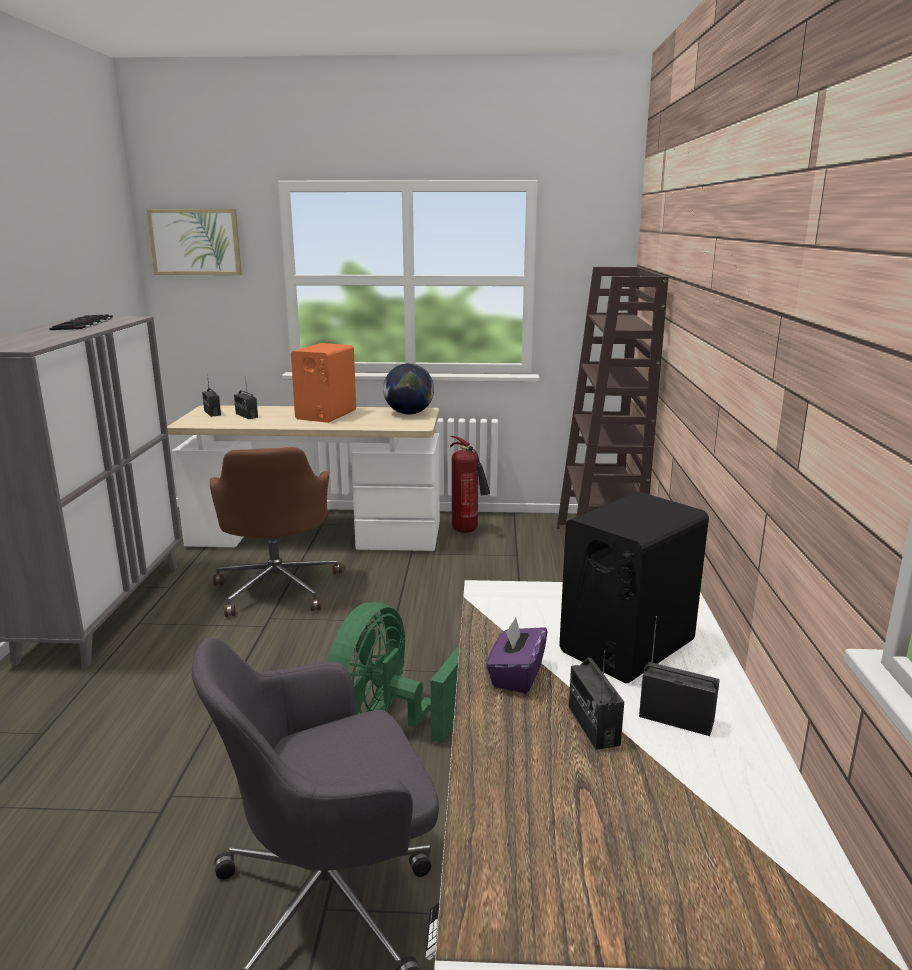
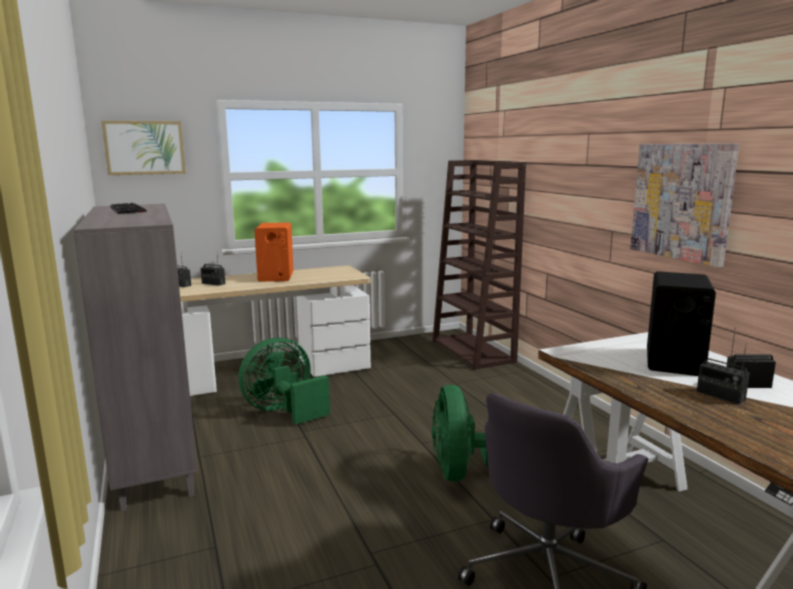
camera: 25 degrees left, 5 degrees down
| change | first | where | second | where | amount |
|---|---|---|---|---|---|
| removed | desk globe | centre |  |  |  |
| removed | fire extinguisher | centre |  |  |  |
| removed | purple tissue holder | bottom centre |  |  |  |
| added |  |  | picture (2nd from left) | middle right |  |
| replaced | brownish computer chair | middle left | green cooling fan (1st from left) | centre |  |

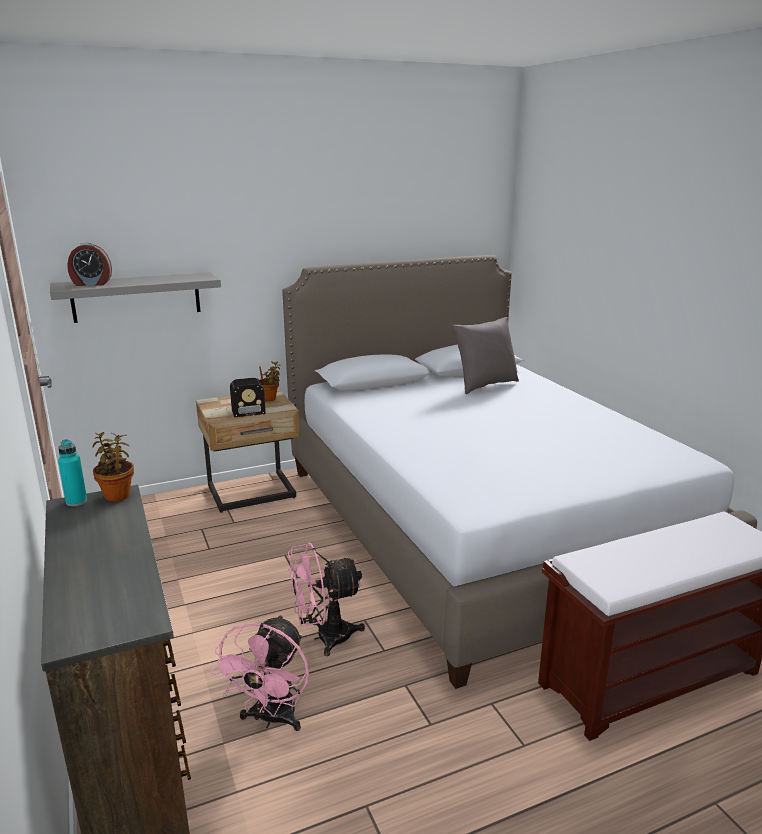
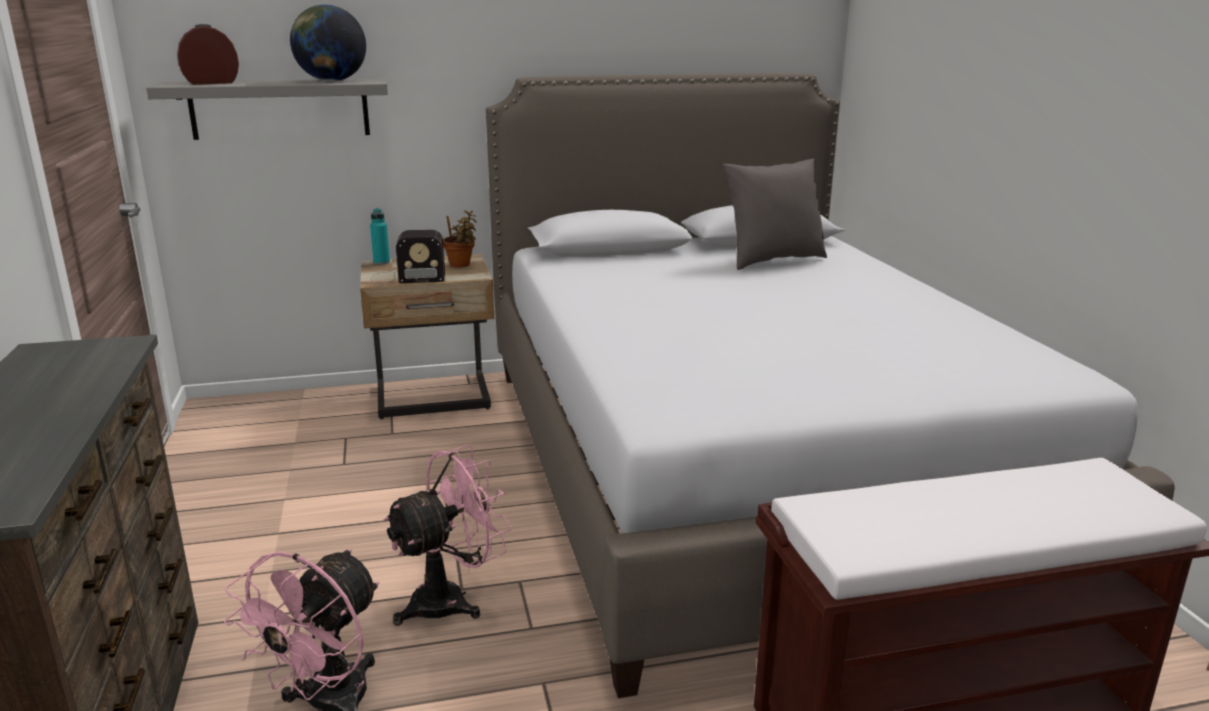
camera: 10 degrees right, 0 degrees up
| change | first | where | second | where | amount |
|---|---|---|---|---|---|
| removed | houseplant (1st from left) | middle left |  |  |  |
| added |  |  | desk globe | top left |  |
| moved | turquoise bottle | middle left |  | top left |  |
| turned | alarm clock | top left |  | top left | 150 degrees clockwise |
| turned | pink cooling fan (2nd from left) | bottom centre |  | bottom centre | 150 degrees clockwise |

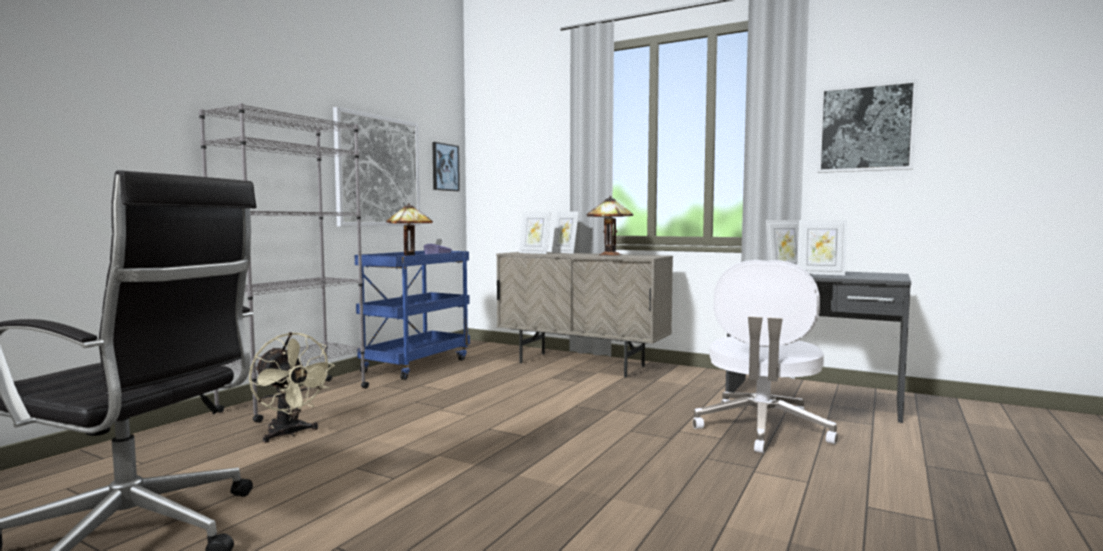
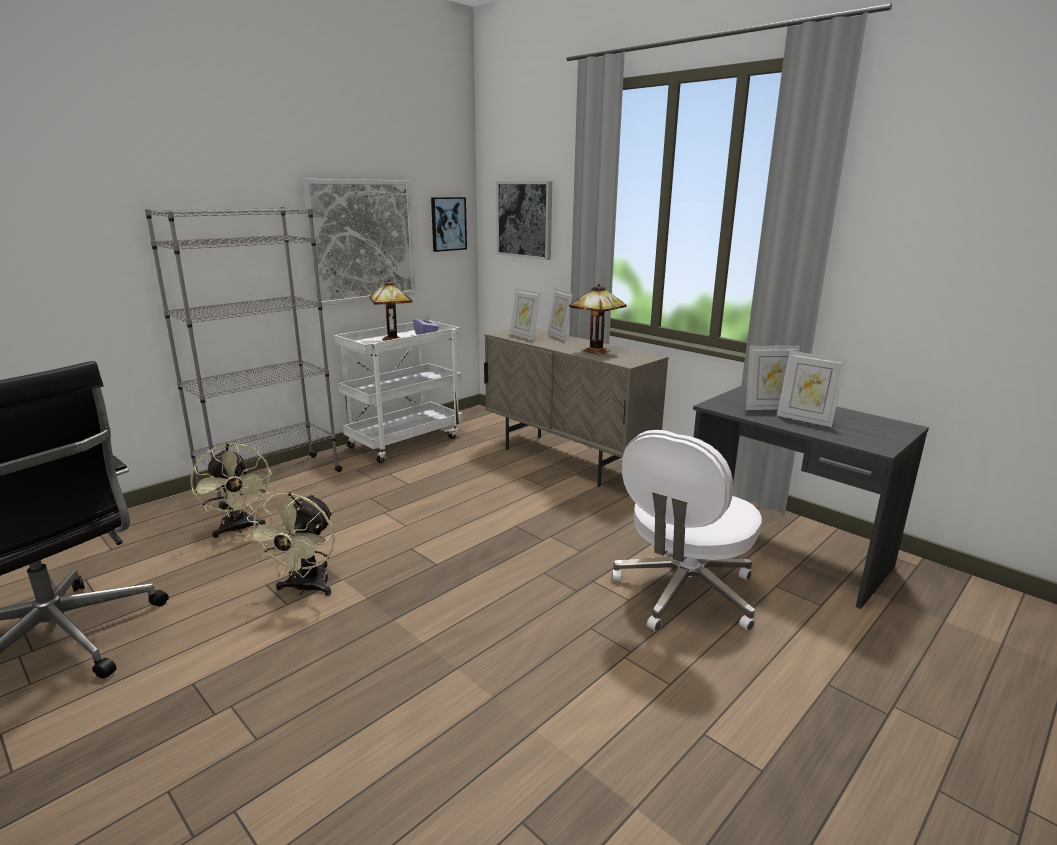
camera: 15 degrees right, 15 degrees up
| change | first | where | second | where | amount |
|---|---|---|---|---|---|
| added |  |  | beige cooling fan (2nd from left) | middle left |  |
| moved | picture (3rd from left) | top right |  | top centre |  |
| recoloured | blue wheeled cart | centre | white-coloured wheeled cart | centre |  |

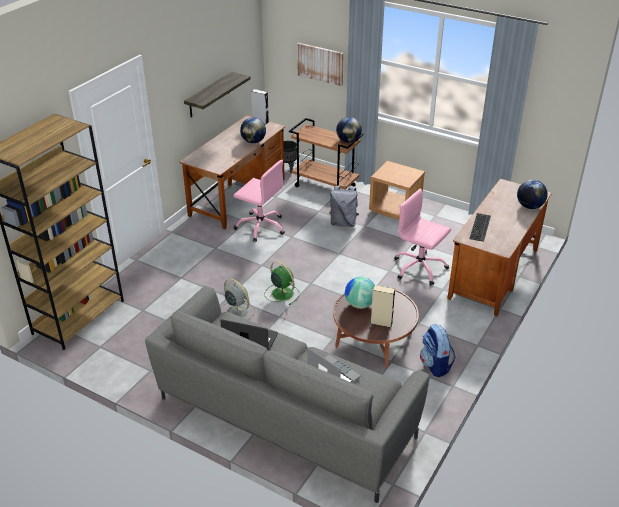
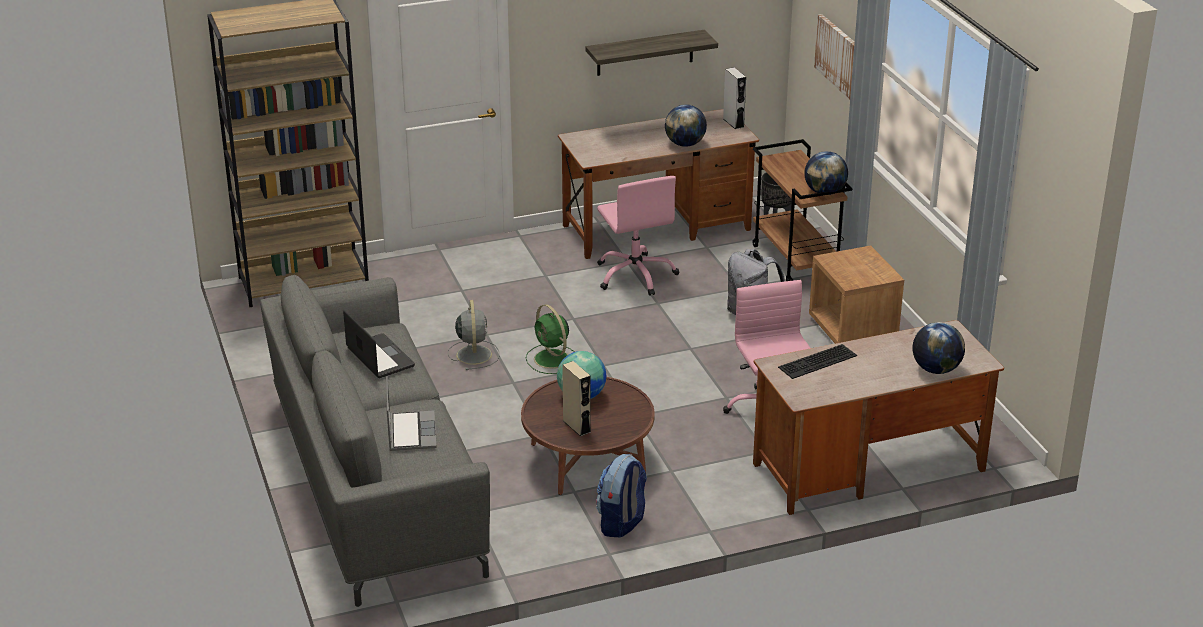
camera: 40 degrees right, 5 degrees down
| change | first | where | second | where | amount |
|---|---|---|---|---|---|
| turned | green cooling fan | centre |  | centre | 150 degrees clockwise |

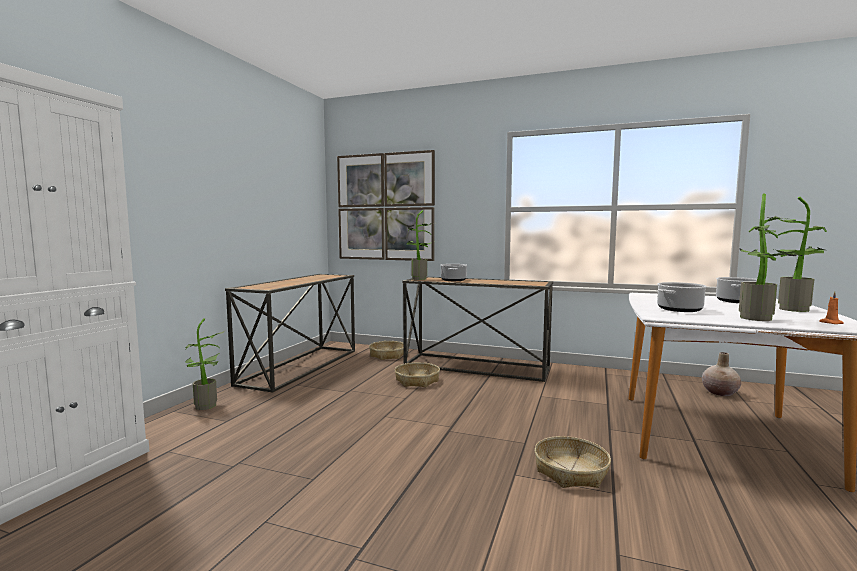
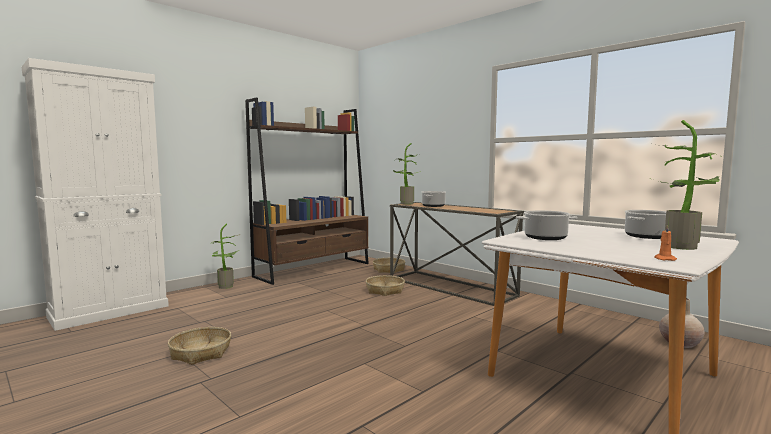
camera: 25 degrees right, 0 degrees up
| change | first | where | second | where | amount |
|---|---|---|---|---|---|
| removed | picture | centre |  |  |  |
| removed | houseplant (3rd from left) | middle right |  |  |  |
| moved | household basket (3rd from left in the first image) | bottom right | household basket (1st from left) | bottom left |  |
| replaced | hall table (1st from left) | centre | brownish bookcase | centre |  |

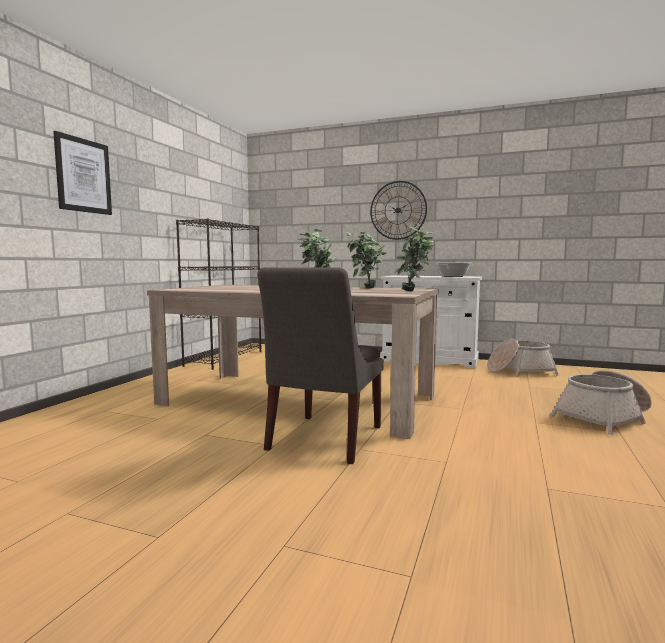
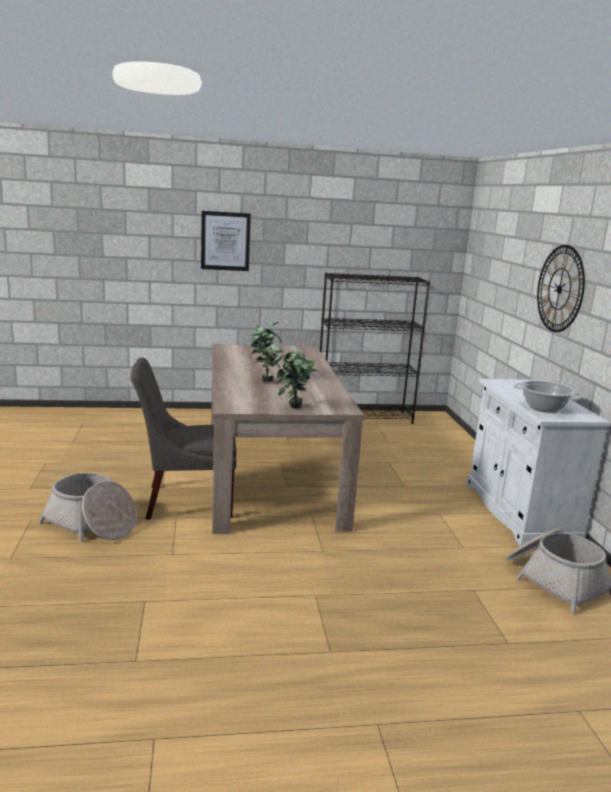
camera: 60 degrees right, 10 degrees up
| change | first | where | second | where | amount |
|---|---|---|---|---|---|
| removed | houseplant (2nd from left) | centre |  |  |  |
| moved | household basket (2nd from left in the first image) | middle right | household basket (1st from left) | middle left |  |

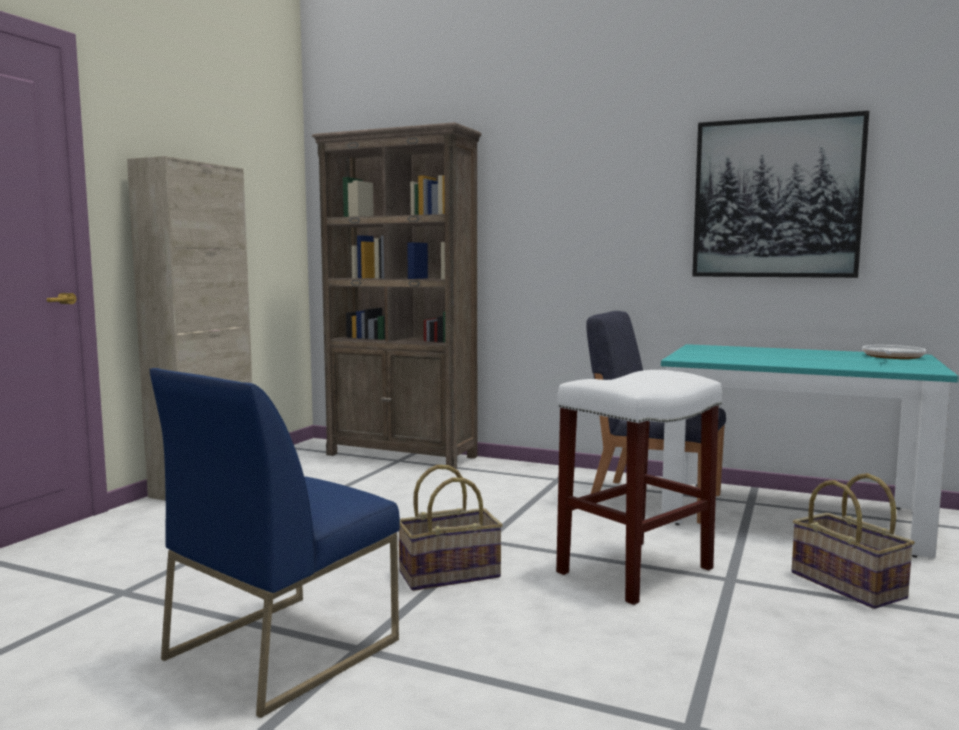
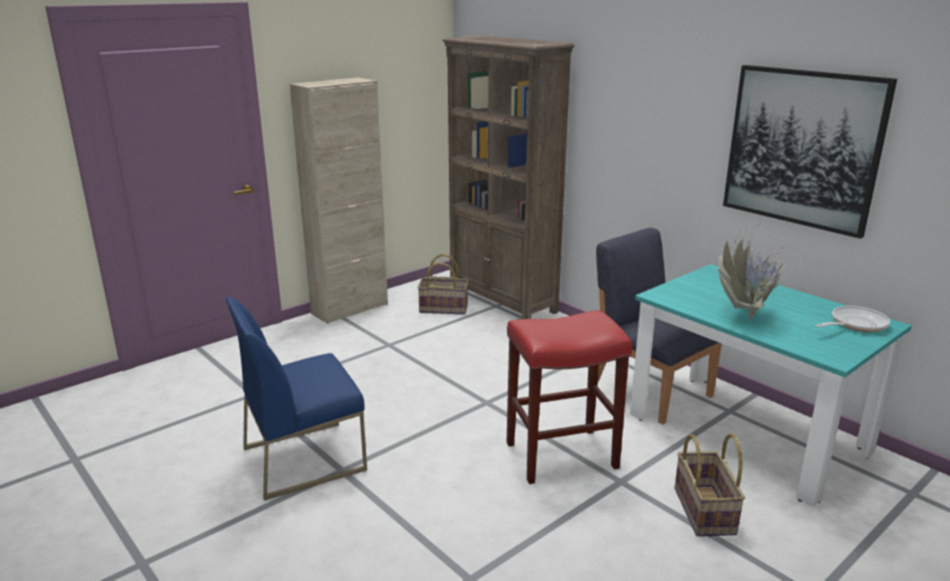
camera: 25 degrees right, 15 degrees up
| change | first | where | second | where | amount |
|---|---|---|---|---|---|
| added |  |  | houseplant | middle right |  |
| moved | household basket (1st from left) | bottom centre |  | centre |  |
| recoloured | white-coloured stool seat | bottom centre | red-coloured stool seat | bottom centre |  |

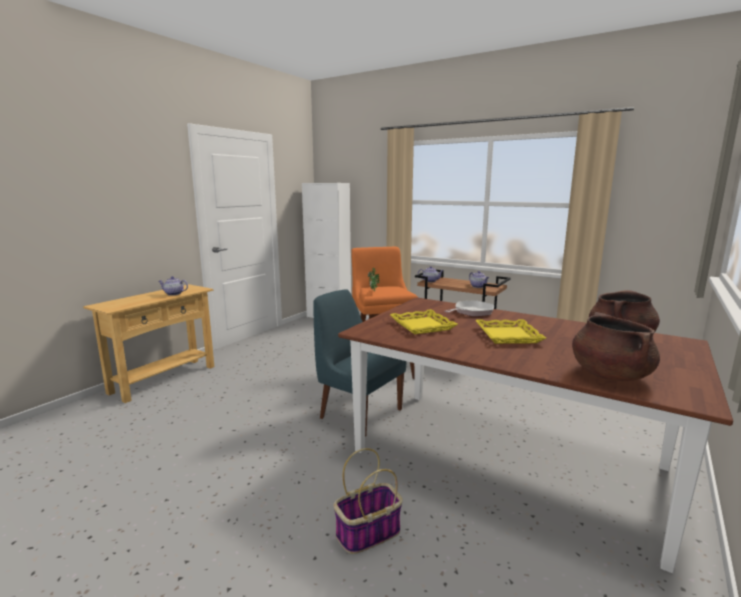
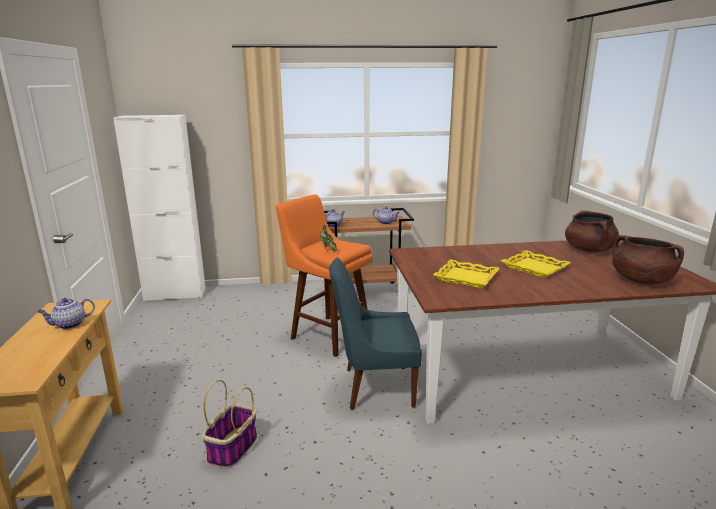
camera: 40 degrees left, 5 degrees up
| change | first | where | second | where | amount |
|---|---|---|---|---|---|
| removed | pan | centre |  |  |  |
| moved | household basket | bottom centre |  | bottom left |  |

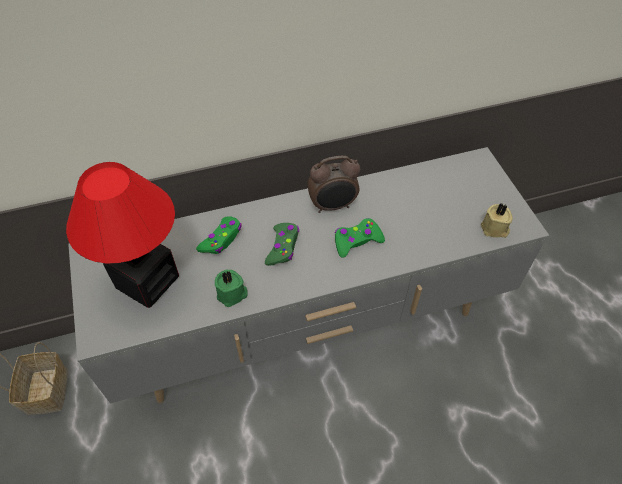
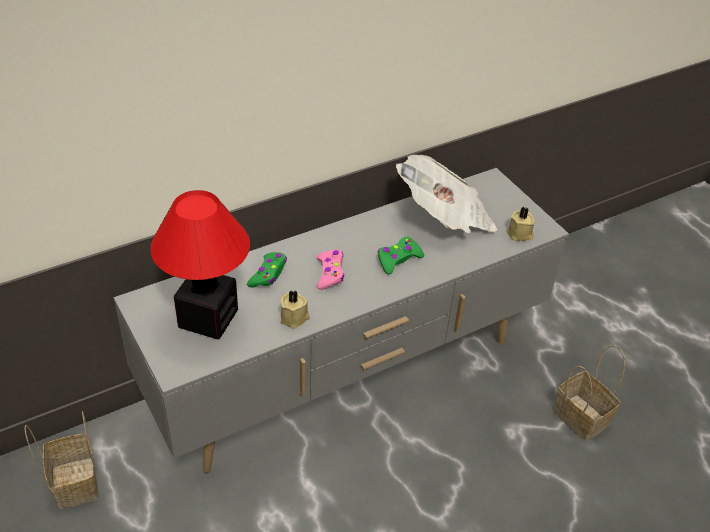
camera: 15 degrees left, 10 degrees down
| change | first | where | second | where | amount |
|---|---|---|---|---|---|
| removed | alarm clock | centre |  |  |  |
| added |  |  | newspaper | centre |  |
| added |  |  | household basket (2nd from left) | bottom right |  |
| recoloured | green wax light | centre | beige wax light (1st from left) | centre |  |
| recoloured | green game controller (2nd from left) | centre | pink game controller | centre |  |

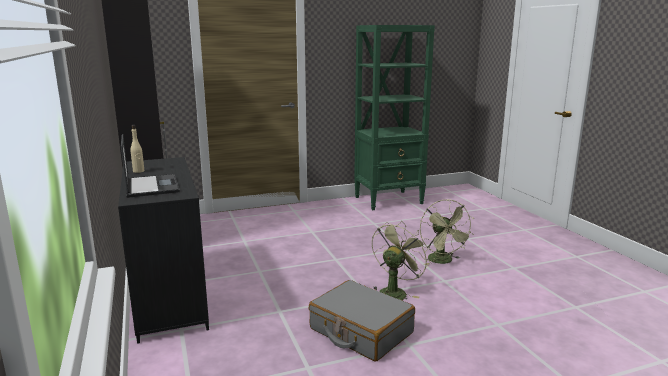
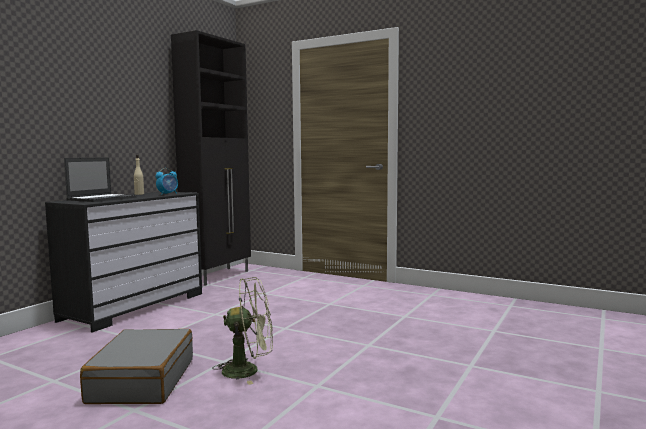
camera: 50 degrees right, 10 degrees down
| change | first | where | second | where | amount |
|---|---|---|---|---|---|
| removed | green bookcase | top centre |  |  |  |
| removed | green cooling fan (2nd from left) | middle right |  |  |  |
| added |  |  | alarm clock | middle left |  |

